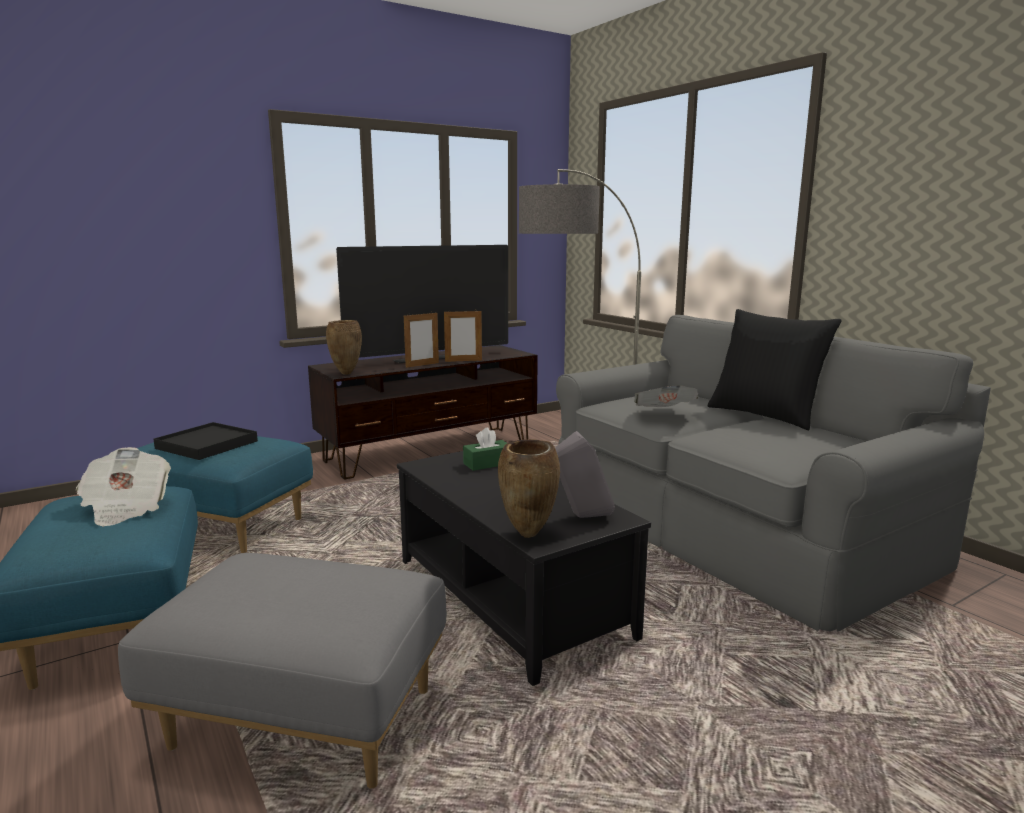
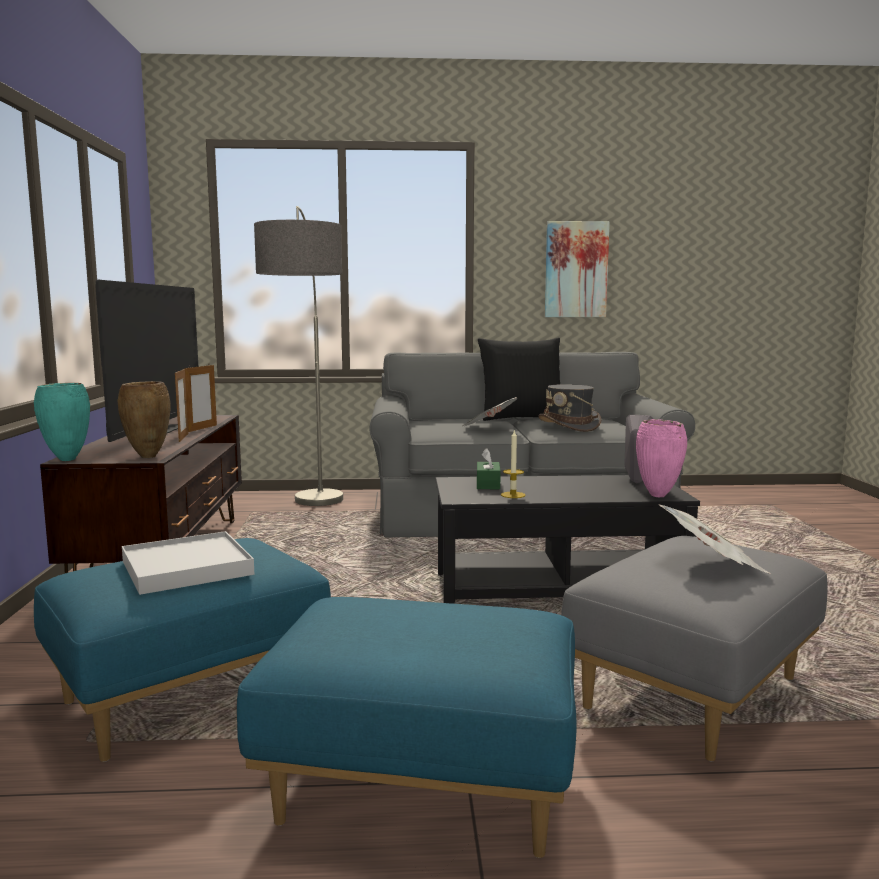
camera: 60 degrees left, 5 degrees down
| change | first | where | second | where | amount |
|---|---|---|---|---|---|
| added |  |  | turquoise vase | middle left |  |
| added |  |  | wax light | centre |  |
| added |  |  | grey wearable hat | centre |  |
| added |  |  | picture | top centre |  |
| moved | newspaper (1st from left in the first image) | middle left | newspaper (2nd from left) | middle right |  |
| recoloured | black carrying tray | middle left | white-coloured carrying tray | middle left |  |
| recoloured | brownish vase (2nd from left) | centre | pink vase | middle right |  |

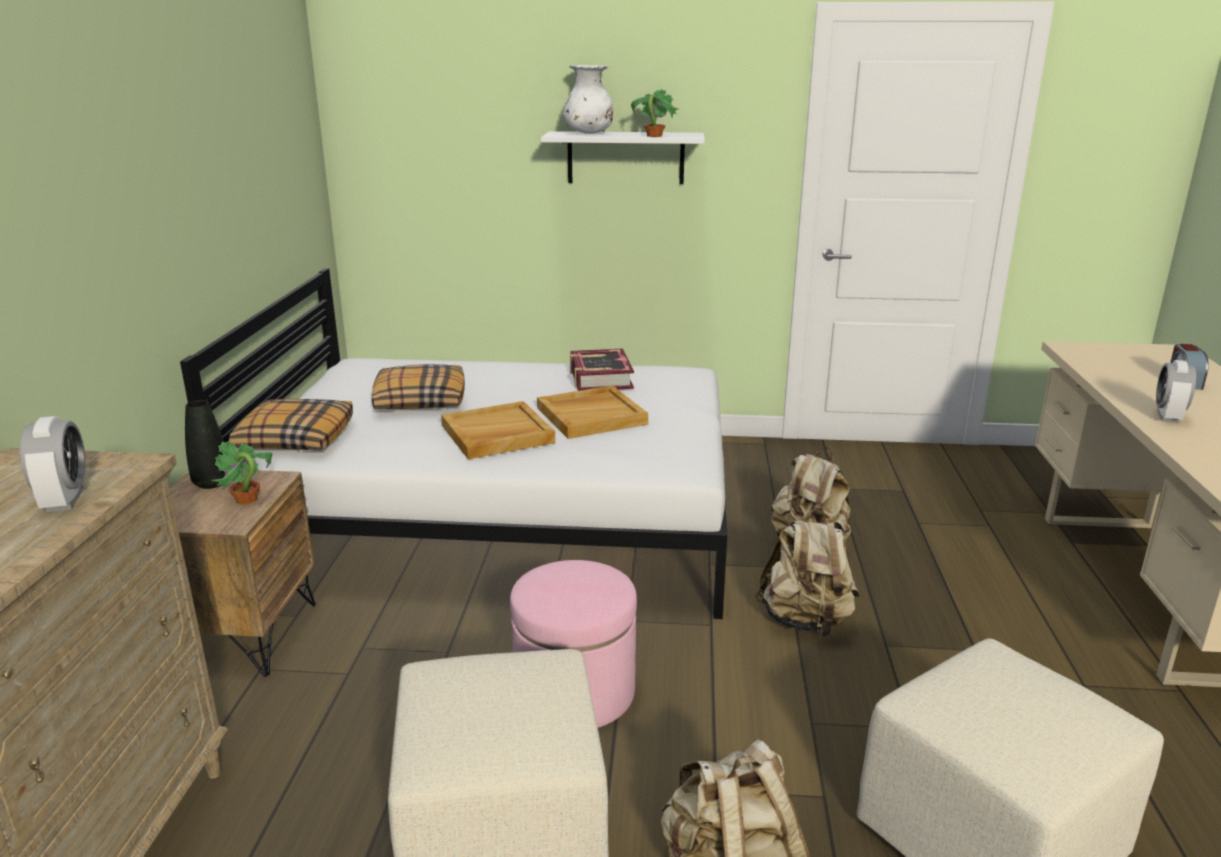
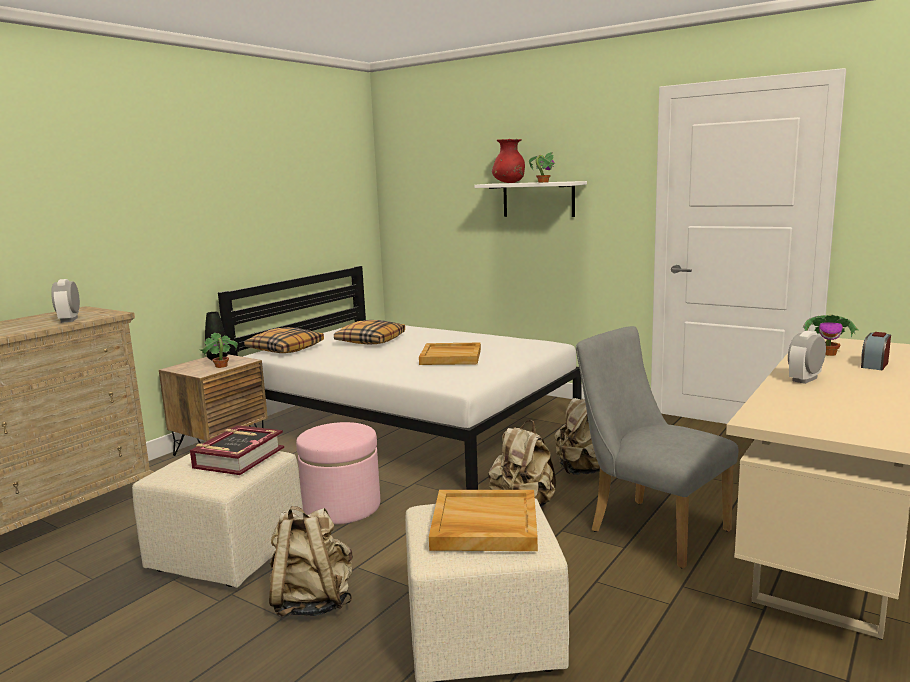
camera: 30 degrees right, 10 degrees down
| change | first | where | second | where | amount |
|---|---|---|---|---|---|
| added |  |  | grey plain chair | middle right |  |
| added |  |  | houseplant (3rd from left) | middle right |  |
| moved | beige carrying tray (1st from left in the first image) | centre | beige carrying tray (2nd from left) | bottom centre |  |
| moved | book | centre |  | middle left |  |
| recoloured | white-coloured vase | top centre | red-coloured vase | top centre |  |
| turned | alarm clock (1st from left) | middle left |  | middle left | 150 degrees clockwise |

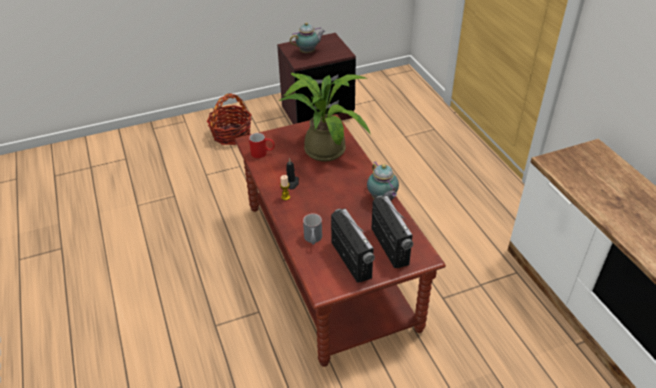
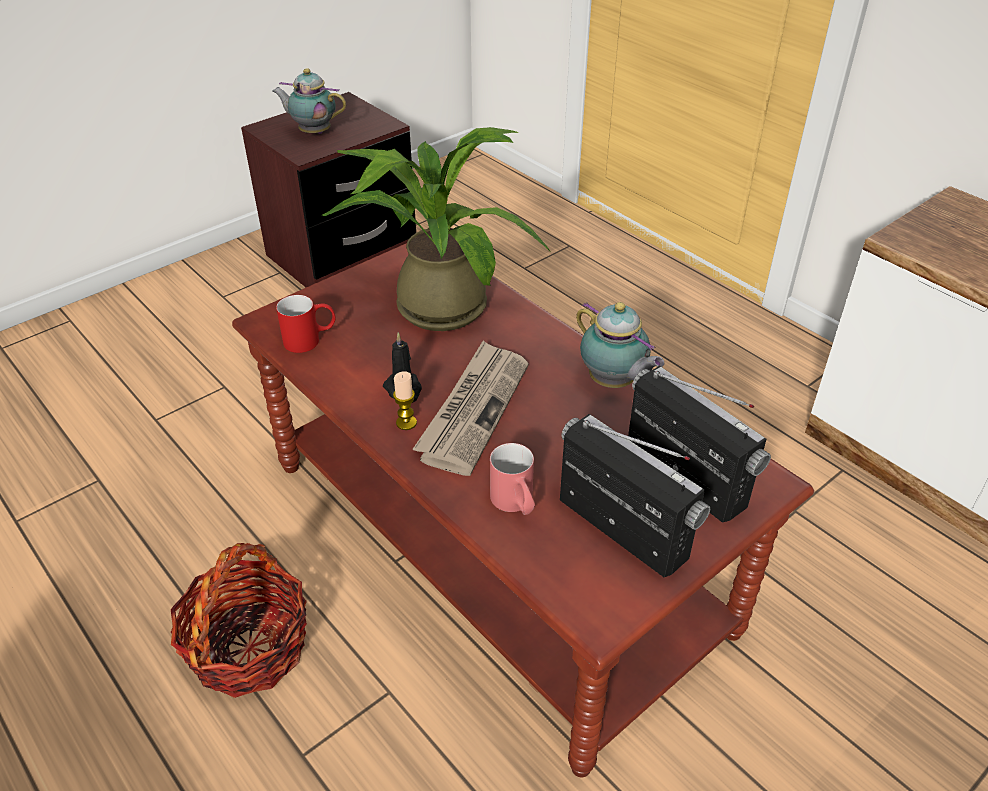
camera: 20 degrees left, 0 degrees up
| change | first | where | second | where | amount |
|---|---|---|---|---|---|
| added |  |  | newspaper | centre |  |
| moved | household basket | top centre |  | bottom left |  |
| recoloured | grey coffee mug | centre | red-coloured coffee mug (2nd from left) | centre |  |
| turned | pot for tea (1st from left) | top centre |  | top left | 120 degrees counterclockwise |

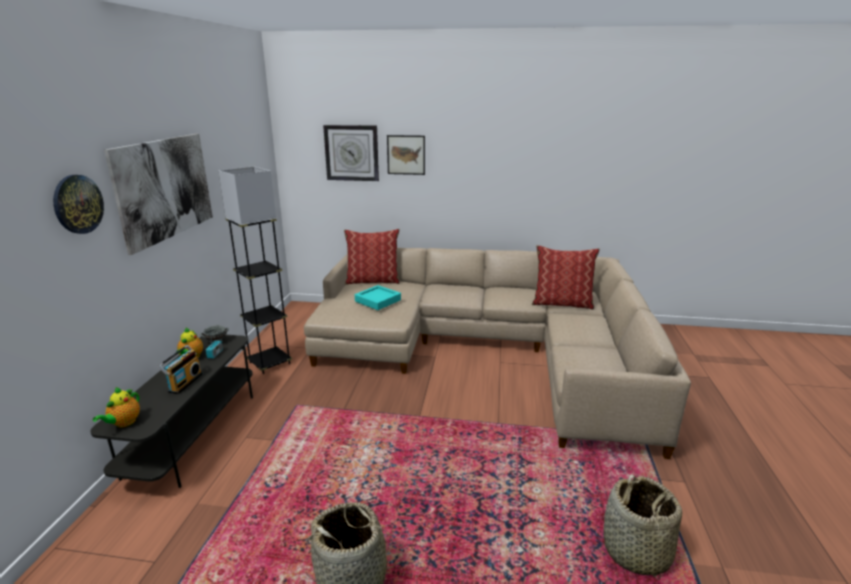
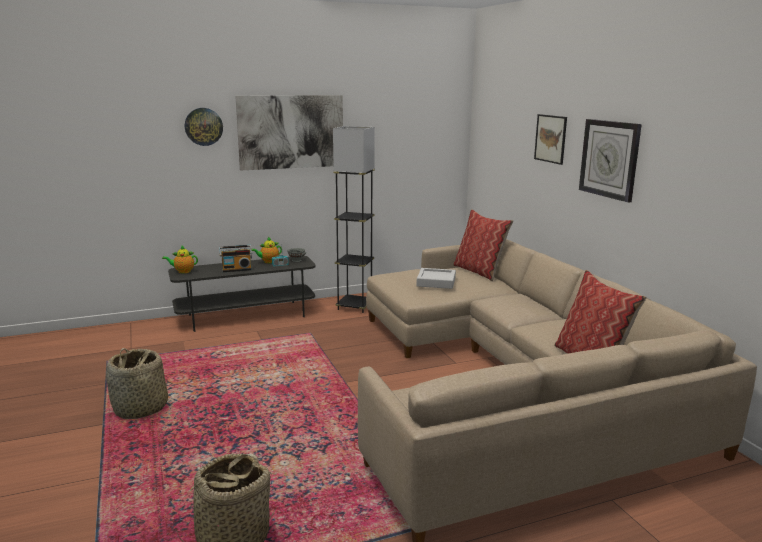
camera: 60 degrees right, 5 degrees down
| change | first | where | second | where | amount |
|---|---|---|---|---|---|
| moved | hanging clock (2nd from left) | top centre |  | top right |  |
| recoloured | turquoise carrying tray | centre | grey carrying tray | centre |  |

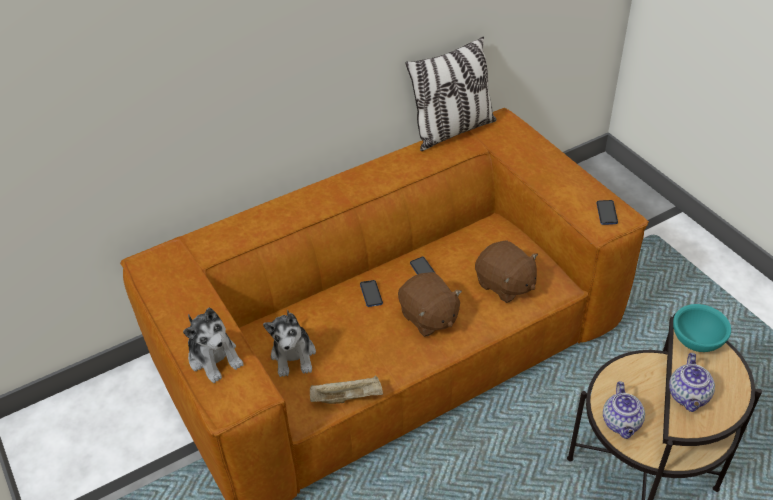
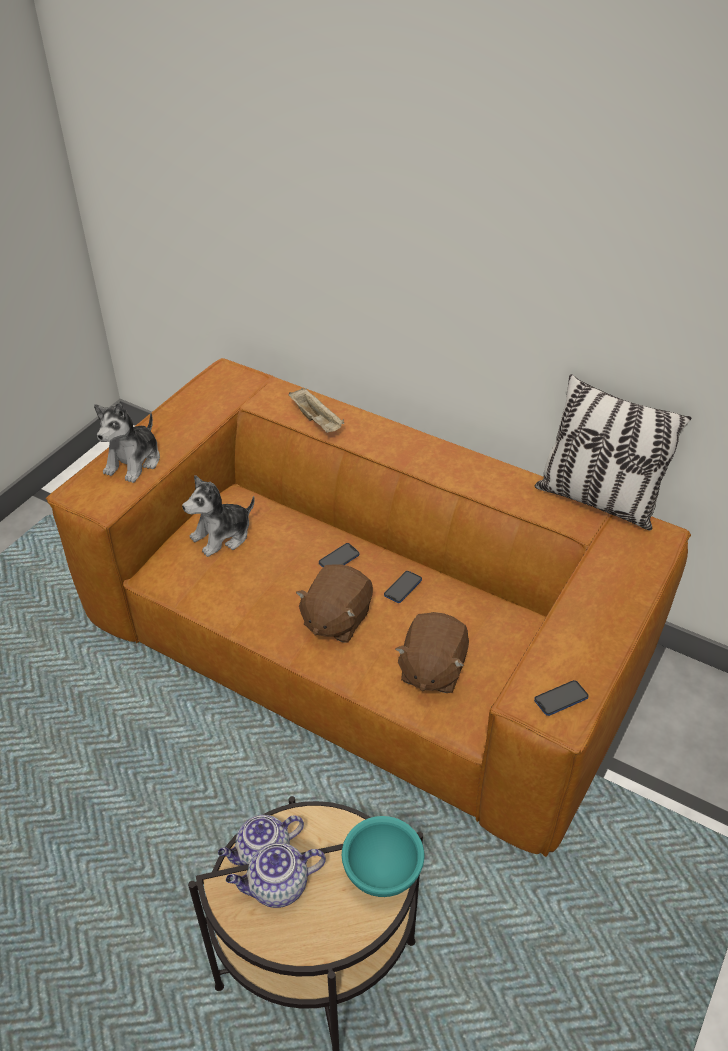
camera: 60 degrees right, 0 degrees up
| change | first | where | second | where | amount |
|---|---|---|---|---|---|
| moved | beige carrying tray | bottom centre |  | centre |  |

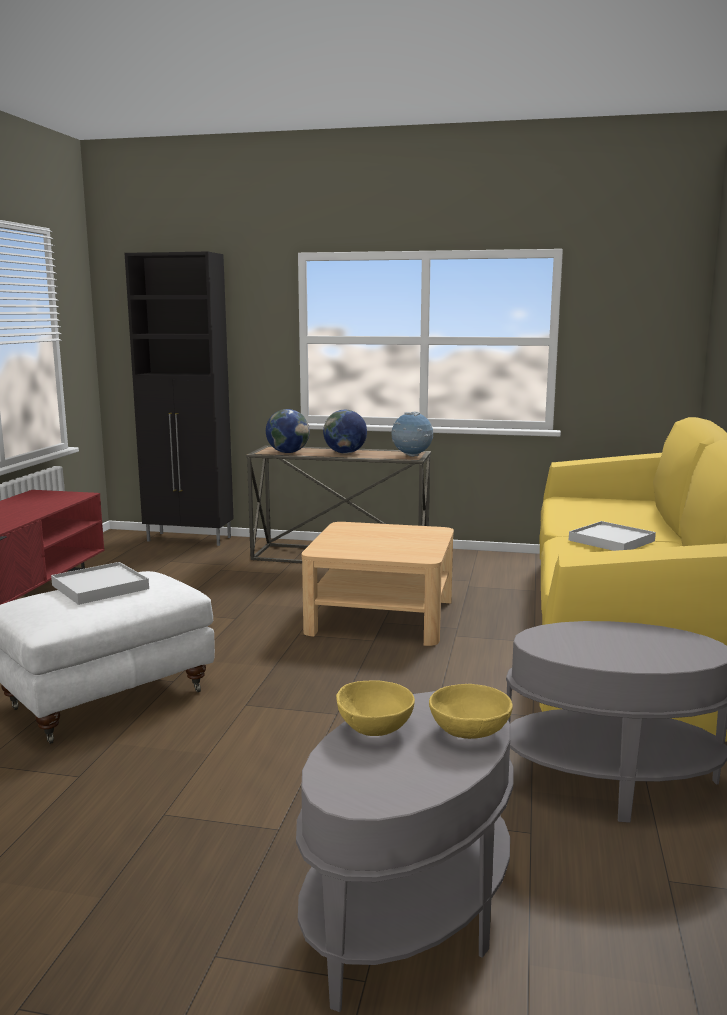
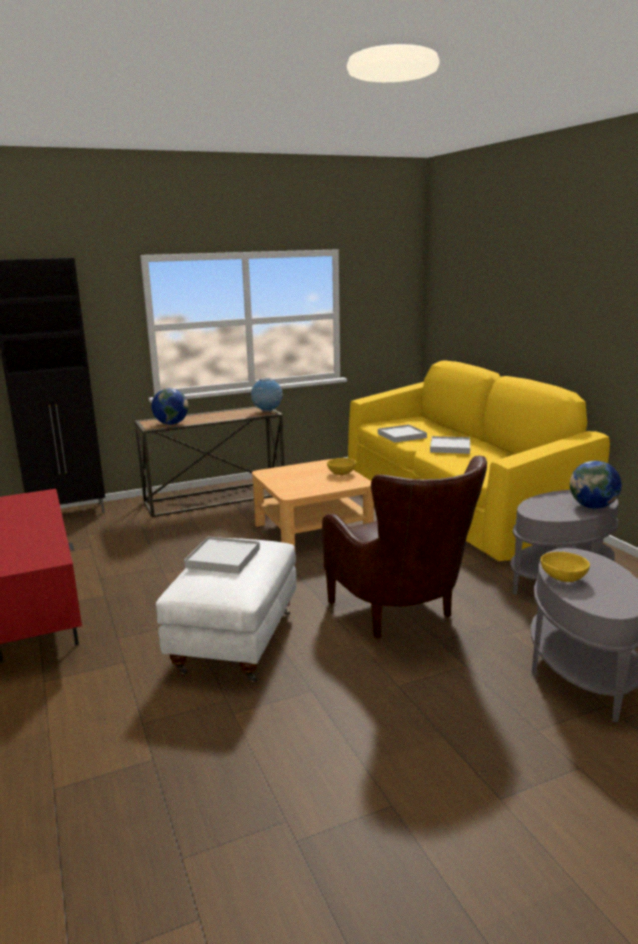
camera: 35 degrees left, 5 degrees up
| change | first | where | second | where | amount |
|---|---|---|---|---|---|
| added |  |  | brownish lounge chair | centre |  |
| added |  |  | white-coloured carrying tray (2nd from left) | centre |  |
| moved | desk globe (2nd from left in the first image) | centre | desk globe (3rd from left) | middle right |  |
| moved | yellowish serving bowl (2nd from left in the first image) | bottom centre | yellowish serving bowl (1st from left) | centre |  |

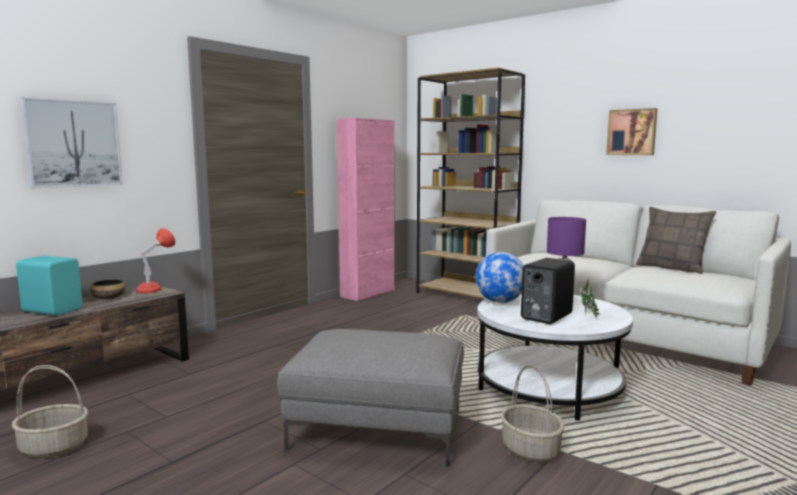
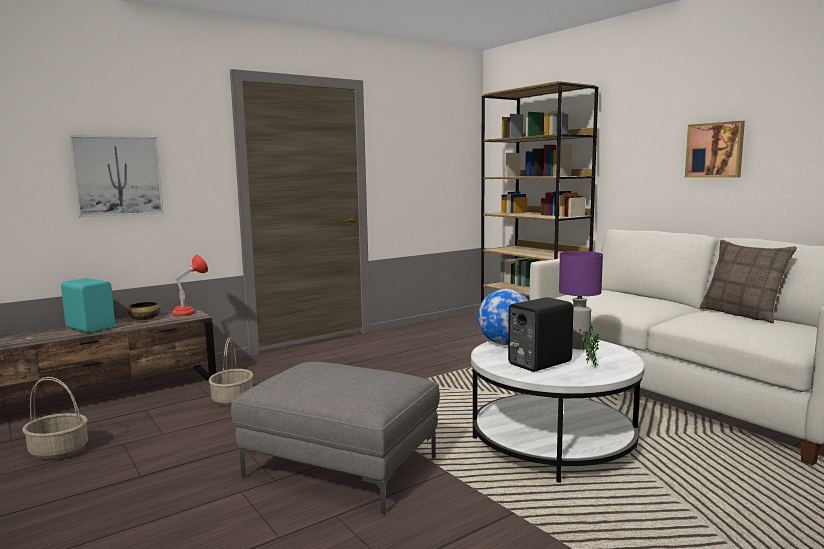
camera: 15 degrees right, 0 degrees up
| change | first | where | second | where | amount |
|---|---|---|---|---|---|
| removed | pink storage cabinet | centre |  |  |  |
| moved | household basket (2nd from left) | bottom right |  | bottom left |  |

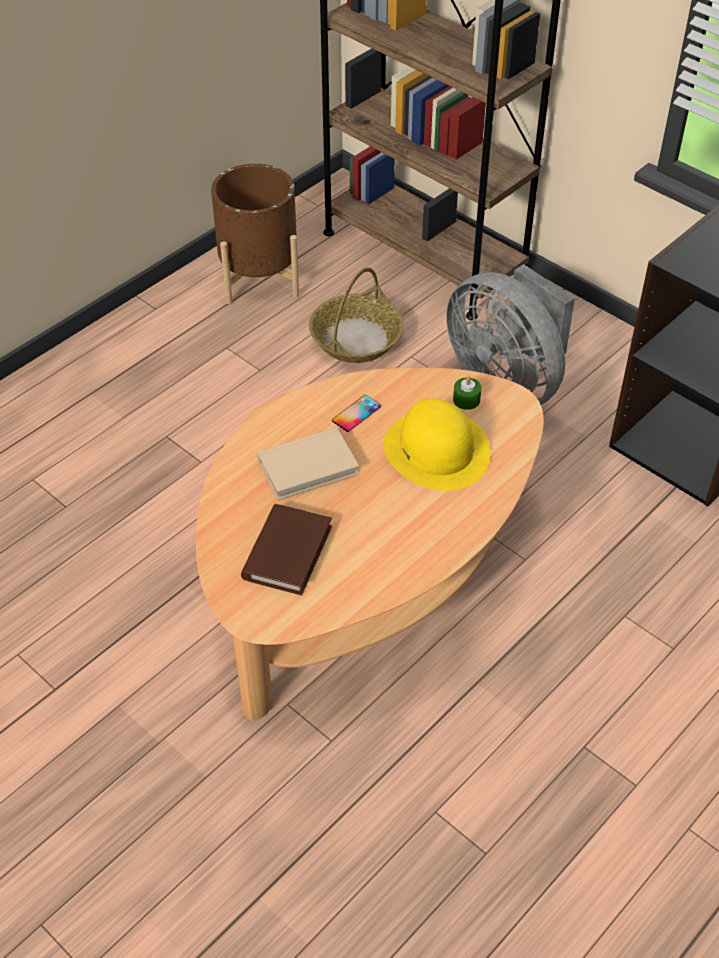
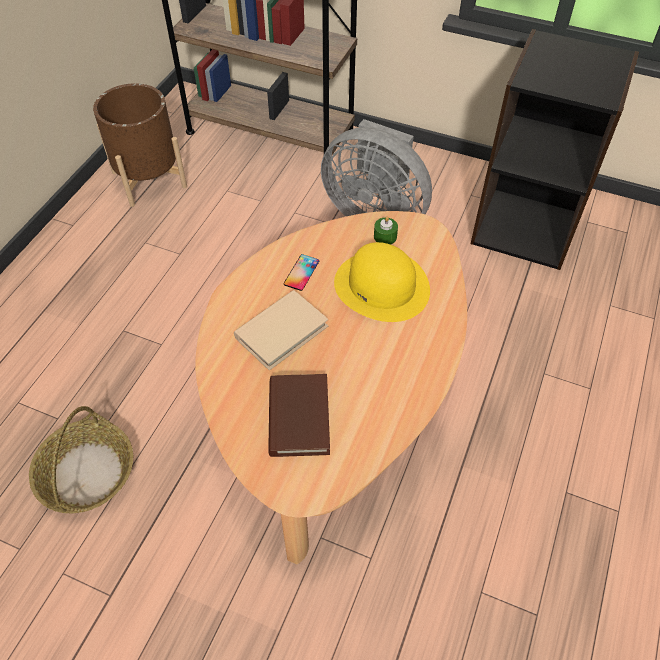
camera: 20 degrees left, 5 degrees up
| change | first | where | second | where | amount |
|---|---|---|---|---|---|
| moved | household basket | top centre |  | bottom left |  |

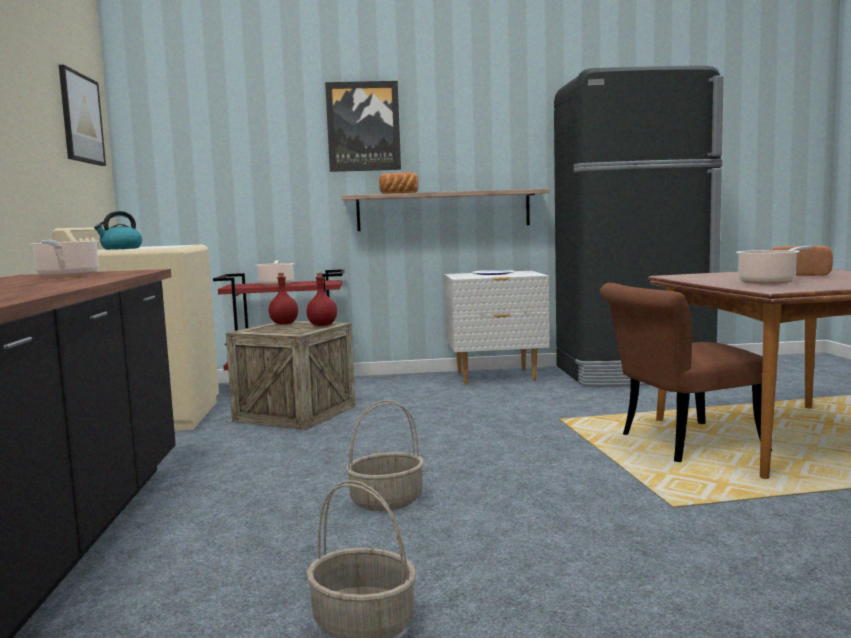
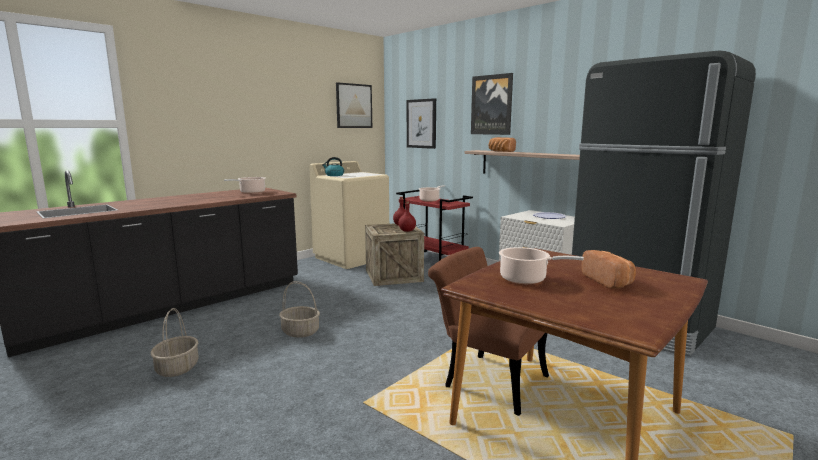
camera: 50 degrees right, 5 degrees up
| change | first | where | second | where | amount |
|---|---|---|---|---|---|
| added |  |  | picture (2nd from left) | top centre |  |

